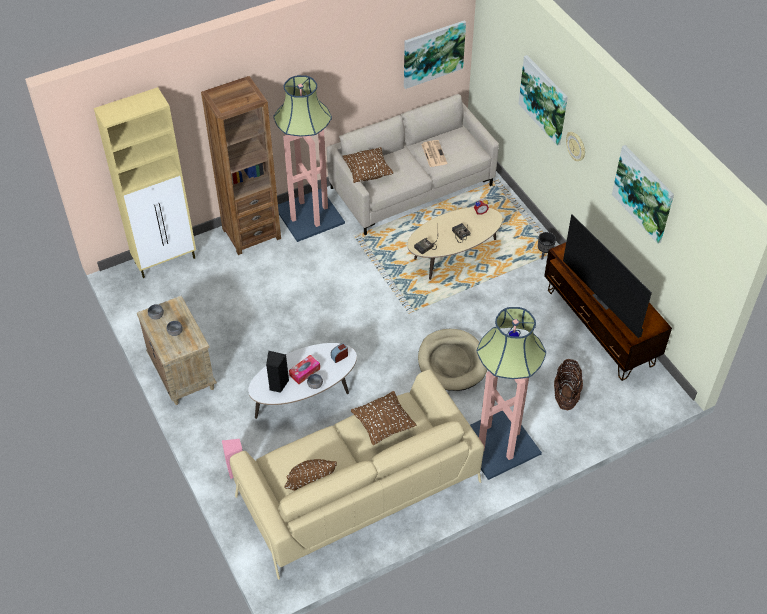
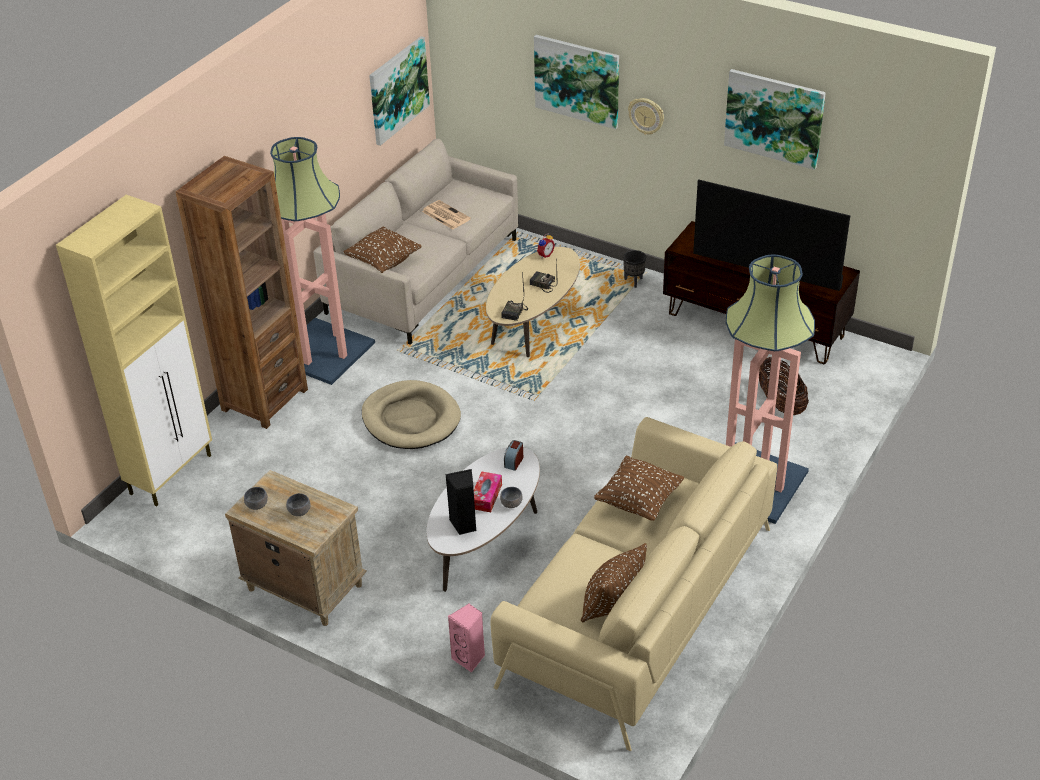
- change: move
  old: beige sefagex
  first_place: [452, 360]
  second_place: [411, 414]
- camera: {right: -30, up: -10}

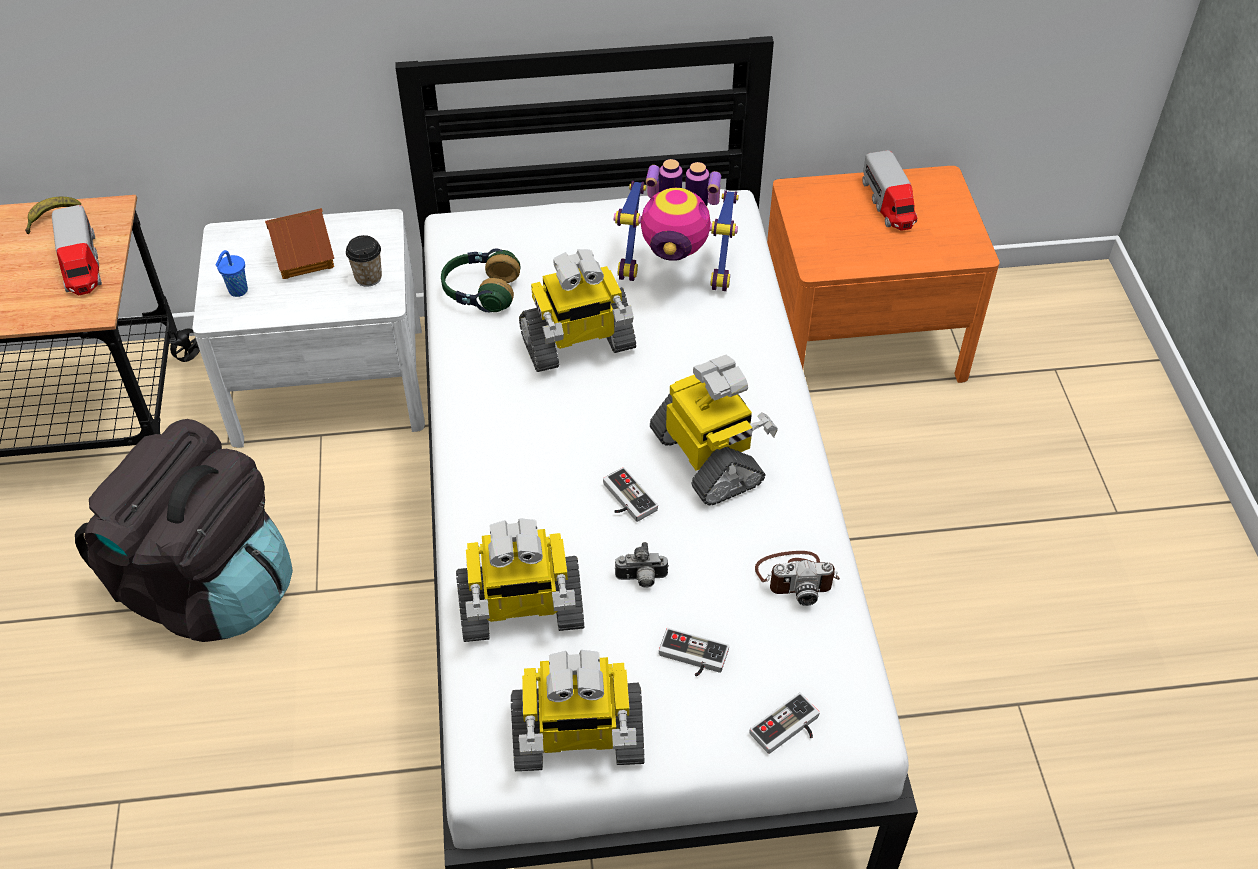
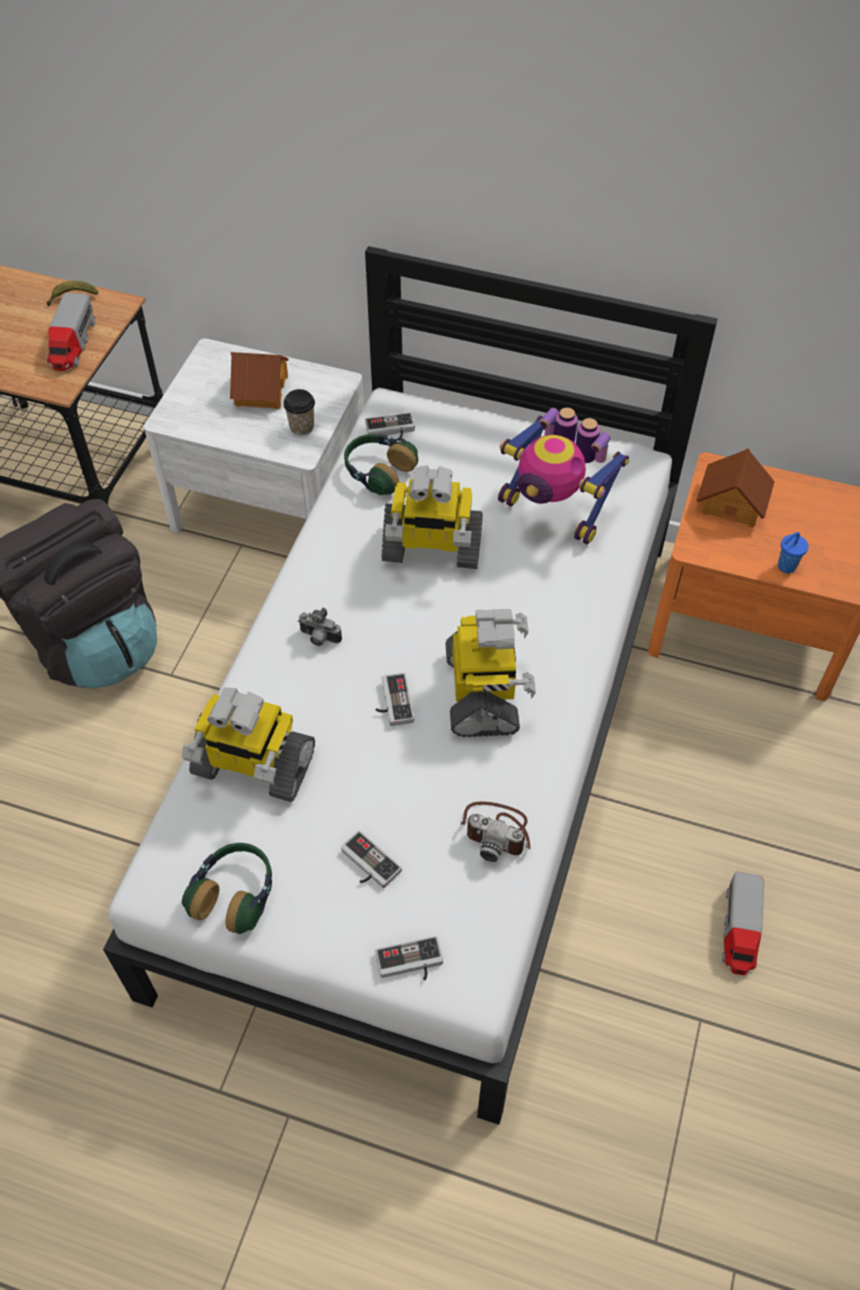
- change: move
  old: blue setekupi
  first_place: [231, 273]
  second_place: [793, 552]
- change: replace
  old: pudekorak
  new: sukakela
  first_place: [578, 710]
  second_place: [227, 888]
- change: move
  old: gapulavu
  first_place: [642, 564]
  second_place: [320, 627]
- change: move
  old: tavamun
  first_place: [890, 190]
  second_place: [743, 923]
- change: insert
  new: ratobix
  second_place: [390, 425]
- change: insert
  new: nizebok
  second_place: [735, 488]
- camera: {right: 25, up: 5}

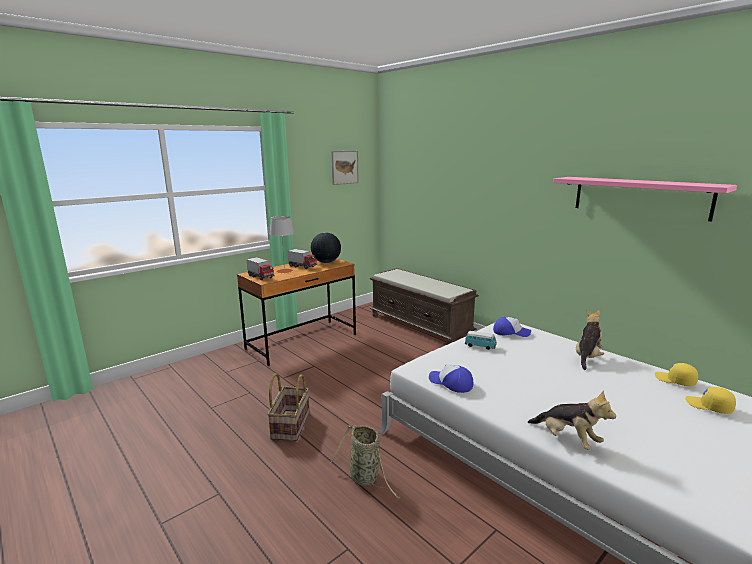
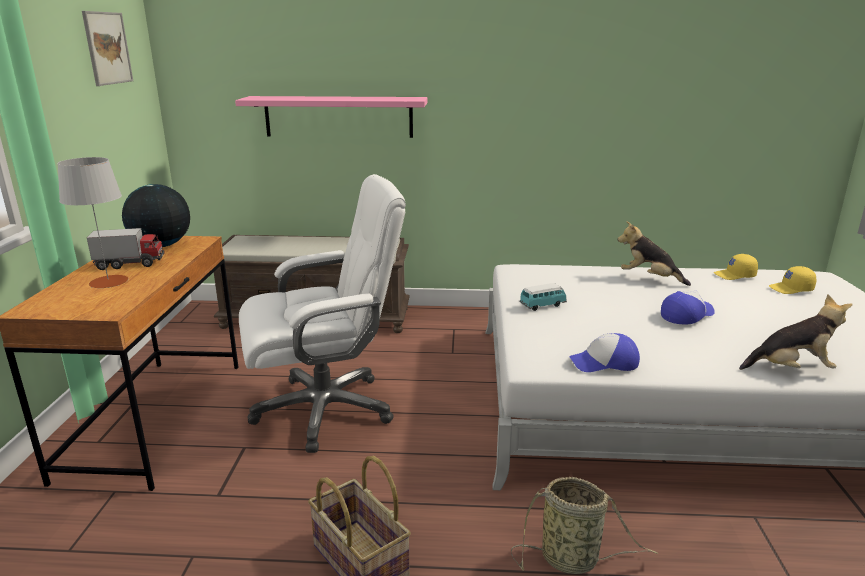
- change: delete
  old: tavamun
  first_place: [260, 268]
- change: move
  old: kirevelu
  first_place: [512, 327]
  second_place: [688, 307]
- change: move
  old: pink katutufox
  first_place: [645, 199]
  second_place: [331, 117]
- change: rotate
  old: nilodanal
  first_place: [590, 340]
  second_place: [654, 254]
  degrees: -45
- change: insert
  new: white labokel
  second_place: [322, 313]
- camera: {right: -45, up: 5}

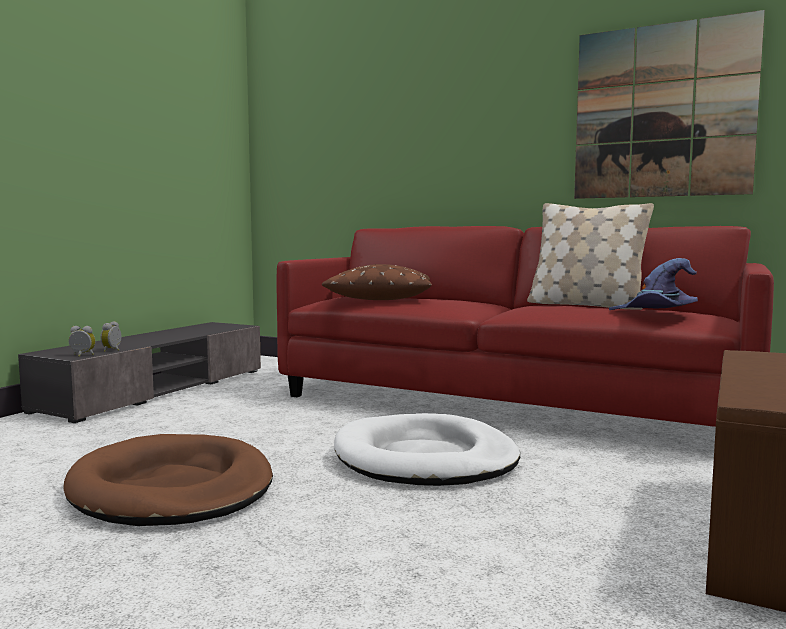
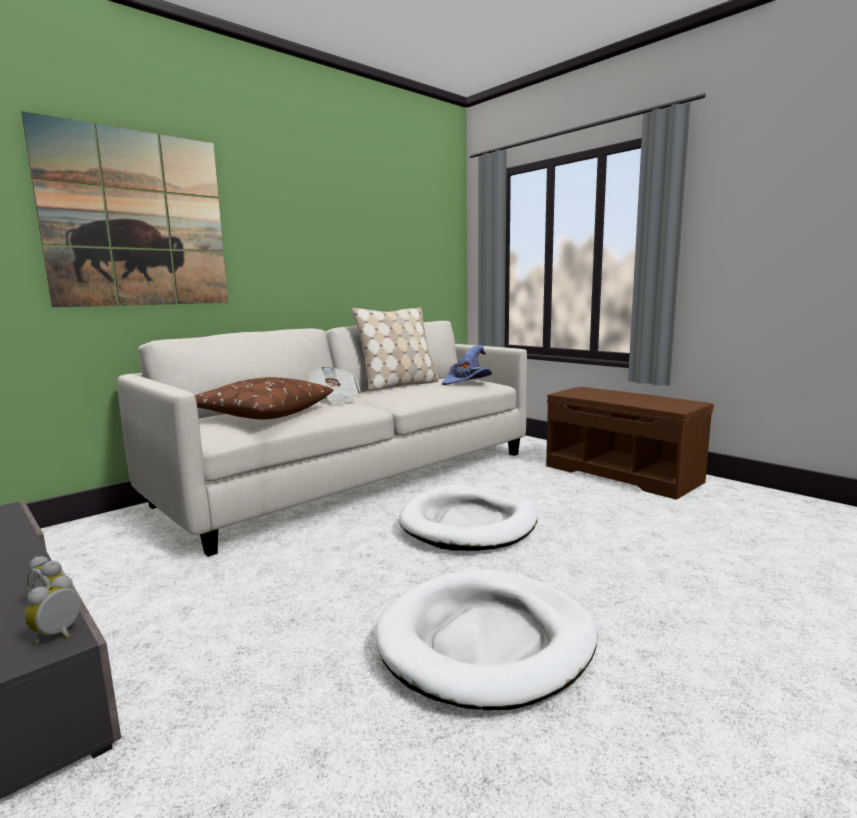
- change: recolor
  old: brown sefagex
  new: white sefagex
  first_place: [168, 480]
  second_place: [486, 639]
- change: recolor
  old: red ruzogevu
  new: white ruzogevu
  first_place: [525, 326]
  second_place: [322, 439]
- change: move
  old: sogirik
  first_place: [669, 104]
  second_place: [124, 209]
- change: insert
  new: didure
  second_place: [335, 385]
- camera: {right: -70, up: 5}

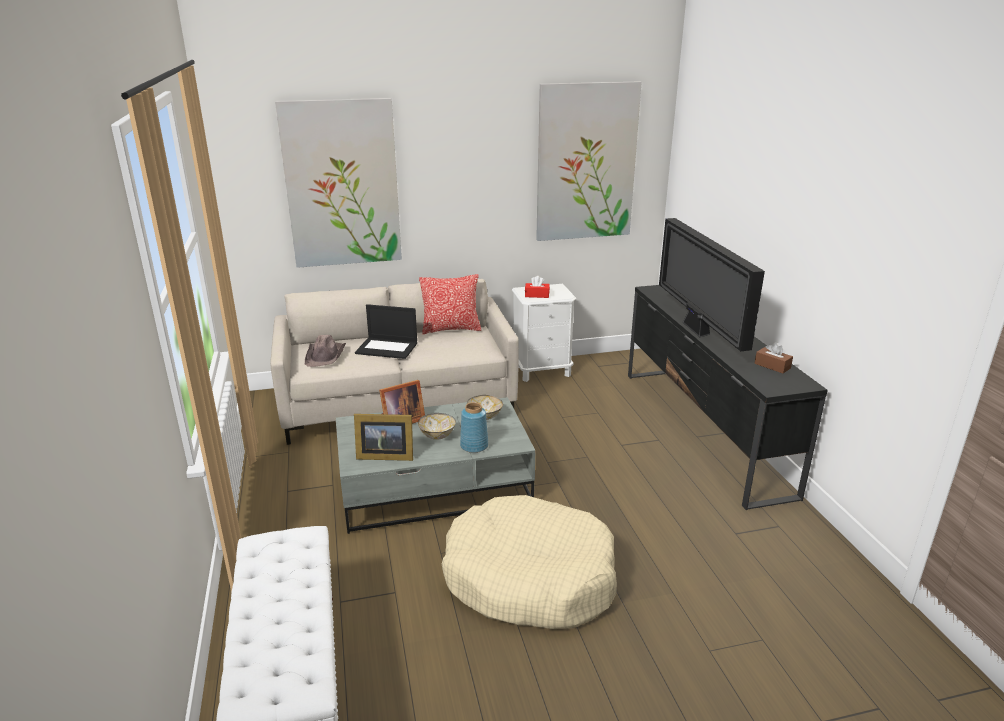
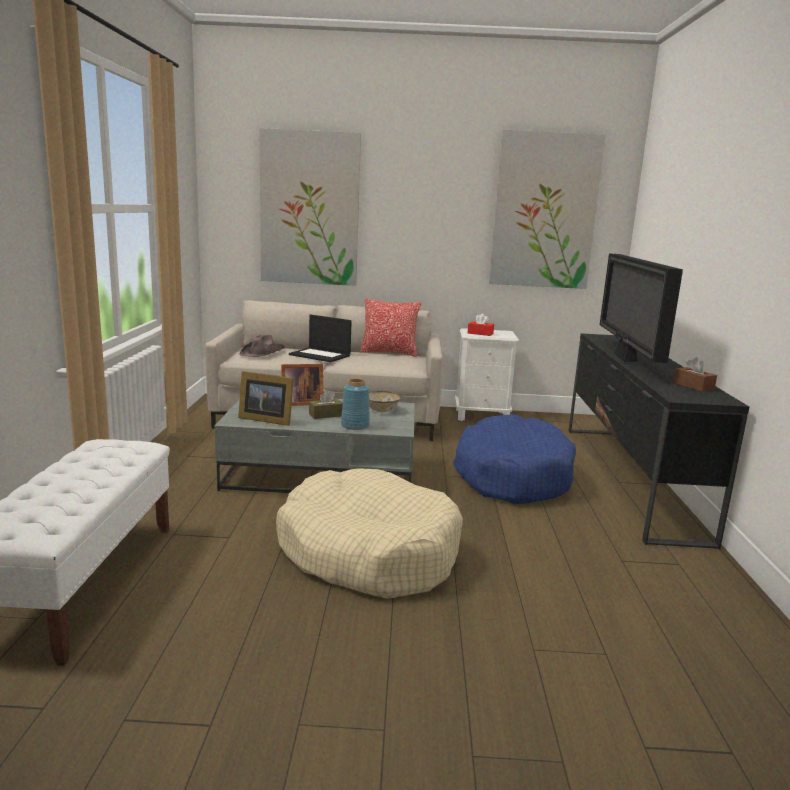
- change: replace
  old: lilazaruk
  new: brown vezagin
  first_place: [437, 426]
  second_place: [326, 404]
- change: insert
  new: blue sefagex
  second_place: [514, 459]
- camera: {right: 15, up: -10}

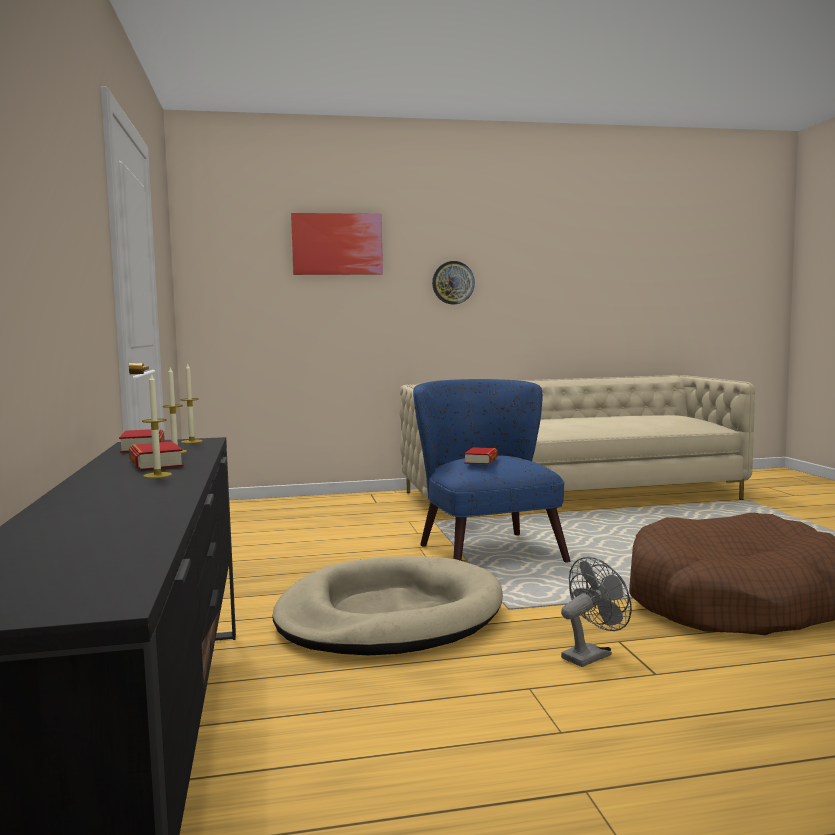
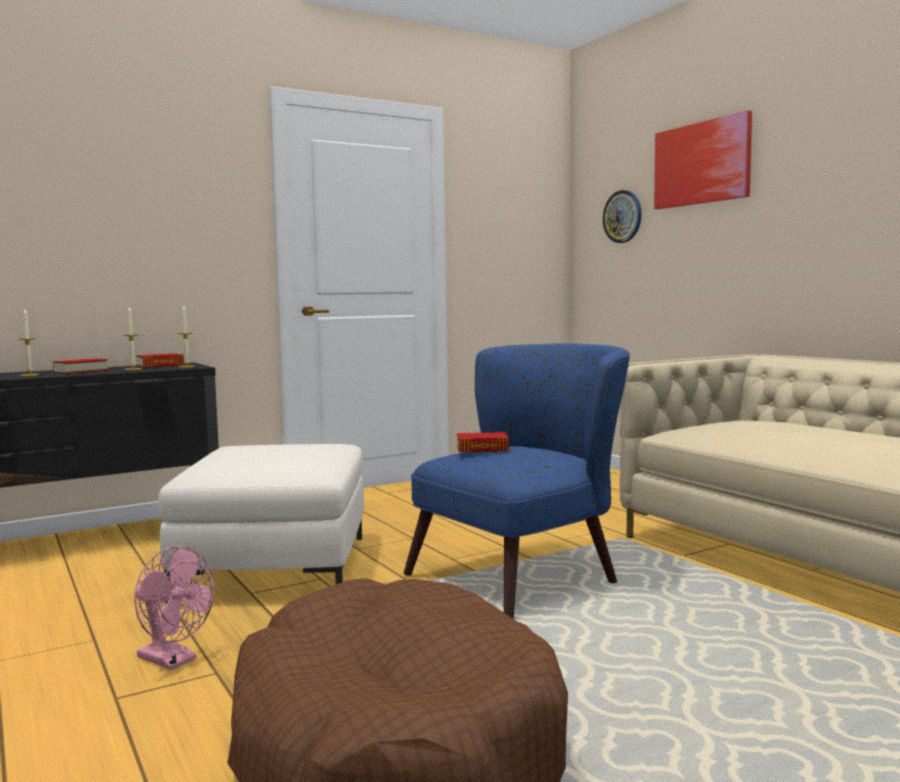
- change: replace
  old: beige sefagex
  new: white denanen
  first_place: [388, 605]
  second_place: [261, 523]
- change: move
  old: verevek
  first_place: [453, 282]
  second_place: [622, 216]
- change: recolor
  old: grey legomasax
  new: pink legomasax
  first_place: [596, 612]
  second_place: [174, 608]
- camera: {right: 70, up: 0}

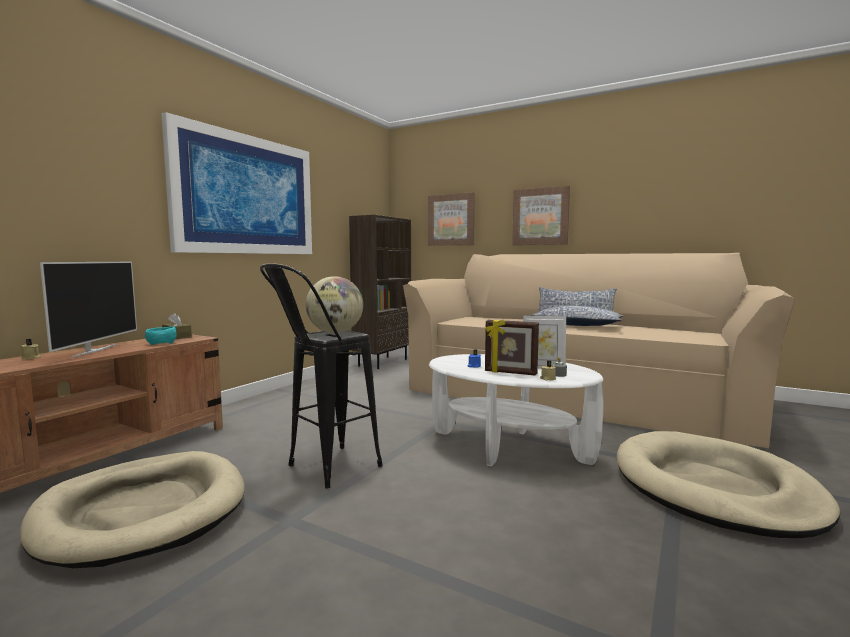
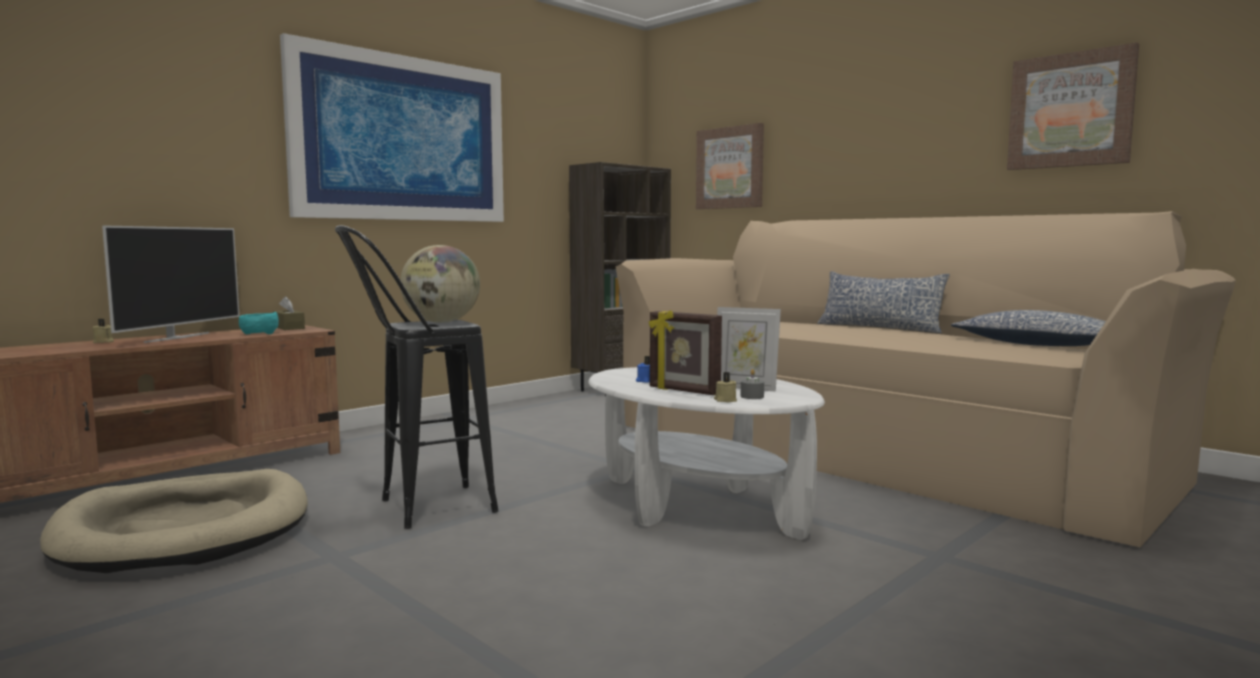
- change: move
  old: sogirik
  first_place: [541, 215]
  second_place: [1073, 106]
- change: move
  old: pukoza
  first_place: [577, 316]
  second_place: [1028, 328]
- change: delete
  old: beige sefagex
  first_place: [728, 484]
- camera: {right: 15, up: 0}

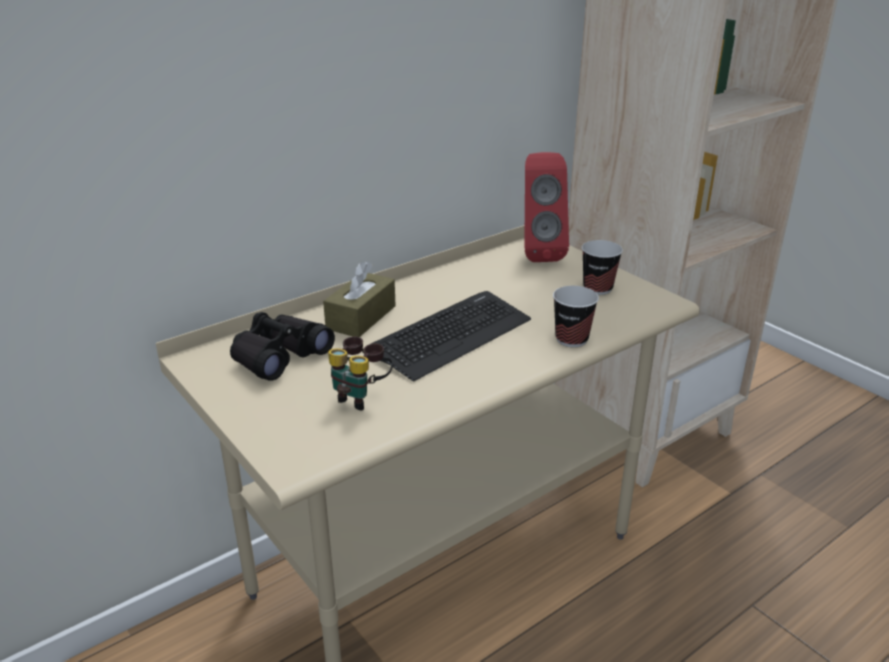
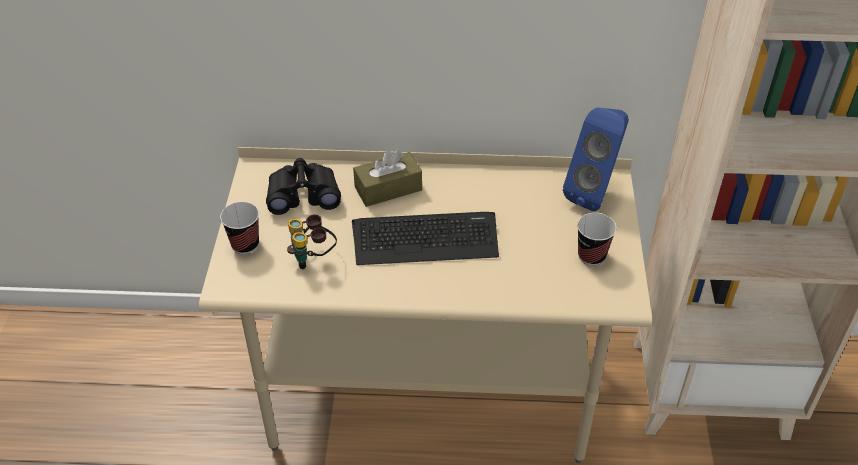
- change: recolor
  old: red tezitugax
  new: blue tezitugax
  first_place: [546, 207]
  second_place: [596, 159]
- change: move
  old: setekupi
  first_place: [576, 316]
  second_place: [239, 228]
- camera: {right: 40, up: 15}

